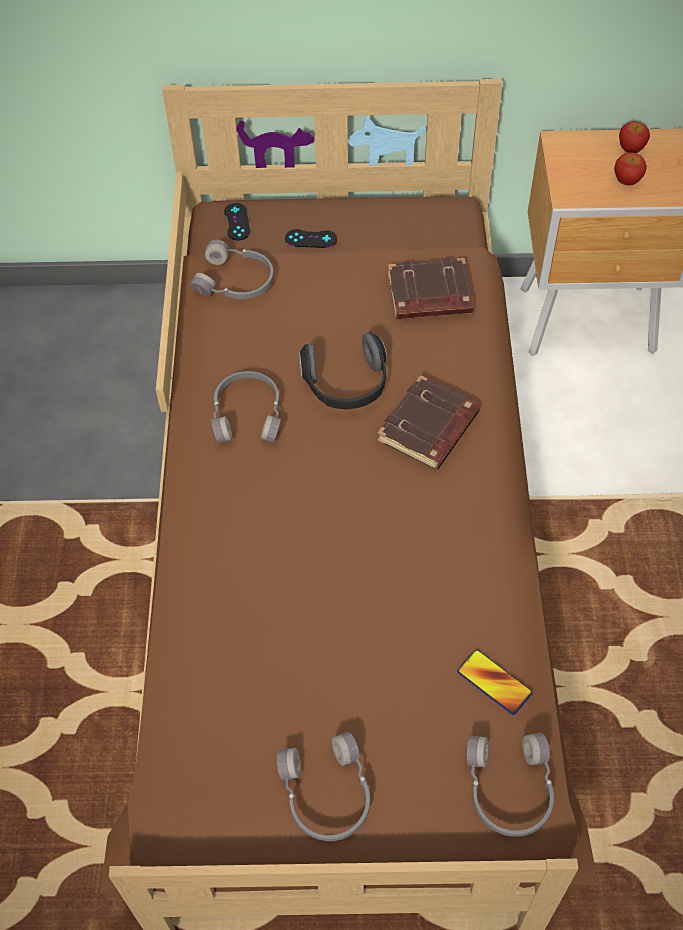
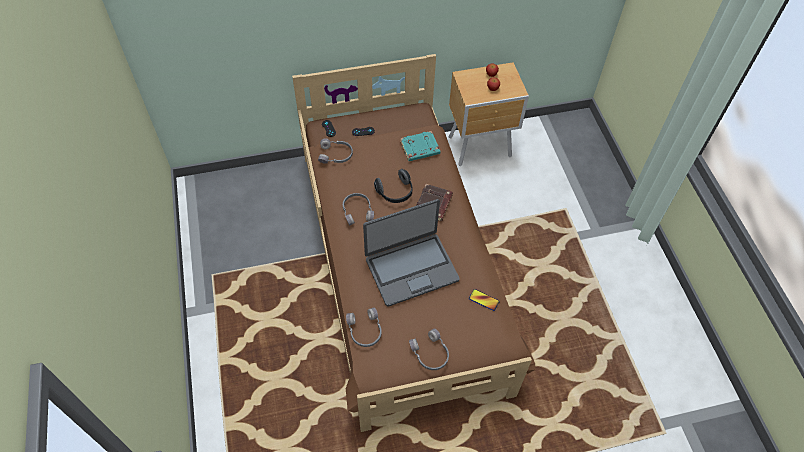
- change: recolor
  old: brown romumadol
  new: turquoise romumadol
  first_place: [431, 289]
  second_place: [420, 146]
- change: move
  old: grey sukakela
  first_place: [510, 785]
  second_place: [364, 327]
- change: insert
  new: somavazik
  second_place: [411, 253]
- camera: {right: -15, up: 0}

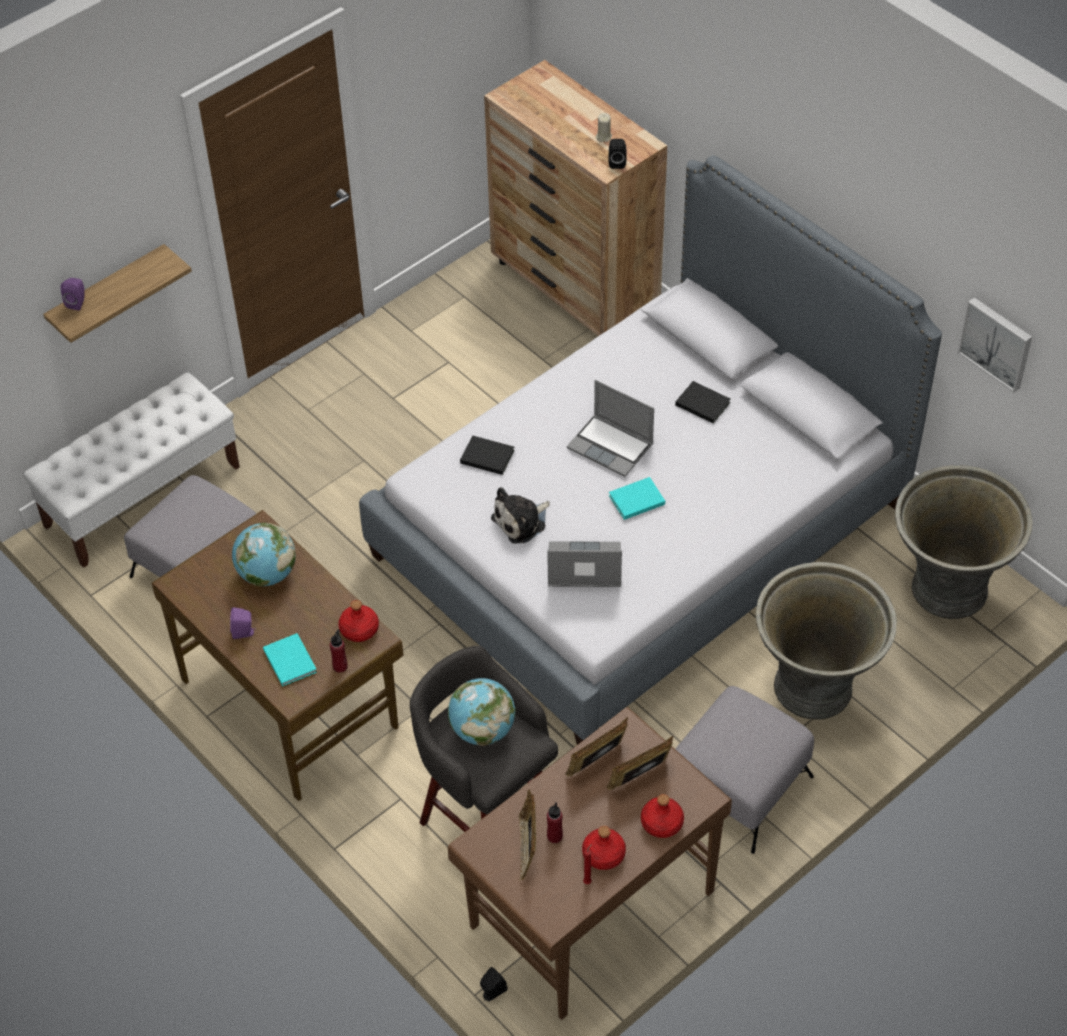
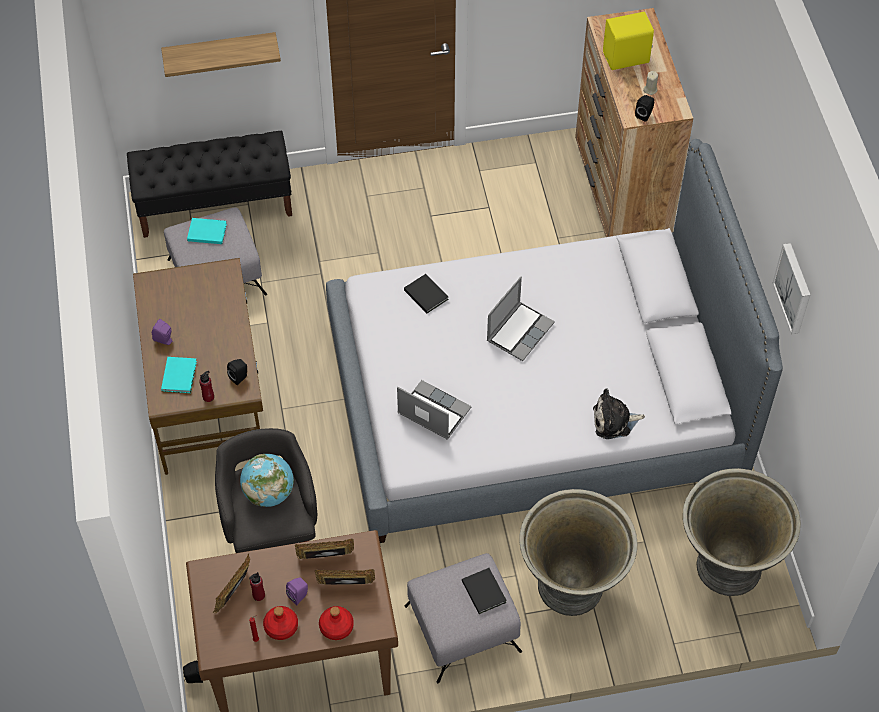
- change: recolor
  old: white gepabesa
  new: black gepabesa
  first_place: [131, 470]
  second_place: [209, 184]
- change: move
  old: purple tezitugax
  first_place: [73, 294]
  second_place: [297, 591]
- change: delete
  old: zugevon
  first_place: [264, 554]
- change: replace
  old: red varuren
  new: black tezitugax
  first_place: [358, 621]
  second_place: [237, 372]
- change: move
  old: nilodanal
  first_place: [520, 515]
  second_place: [619, 414]
- change: rotate
  old: somavazik
  first_place: [610, 428]
  second_place: [521, 319]
  degrees: -120
- change: move
  old: turquoise romumadol
  first_place: [637, 498]
  second_place: [207, 231]
- change: move
  old: black romumadol
  first_place: [702, 402]
  second_place: [484, 591]
- change: move
  old: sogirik
  first_place: [995, 344]
  second_place: [791, 288]
- change: insert
  new: yellow tezitugax
  second_place: [628, 41]
- camera: {right: 30, up: 5}

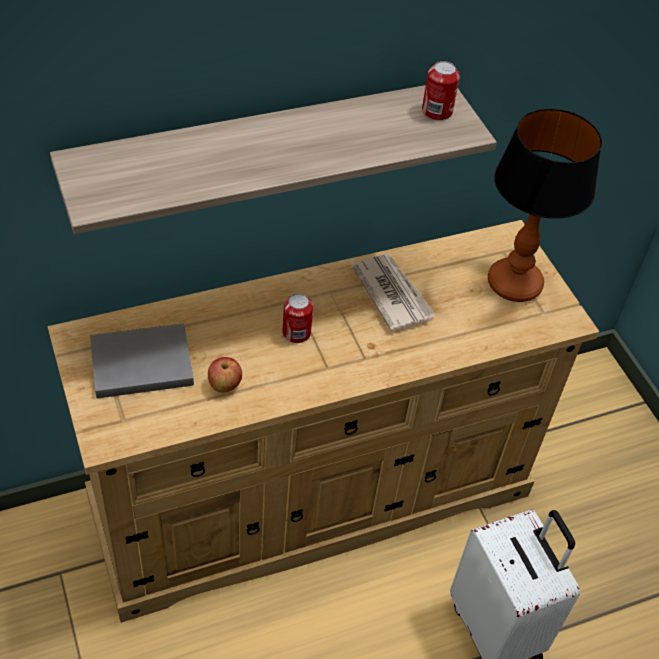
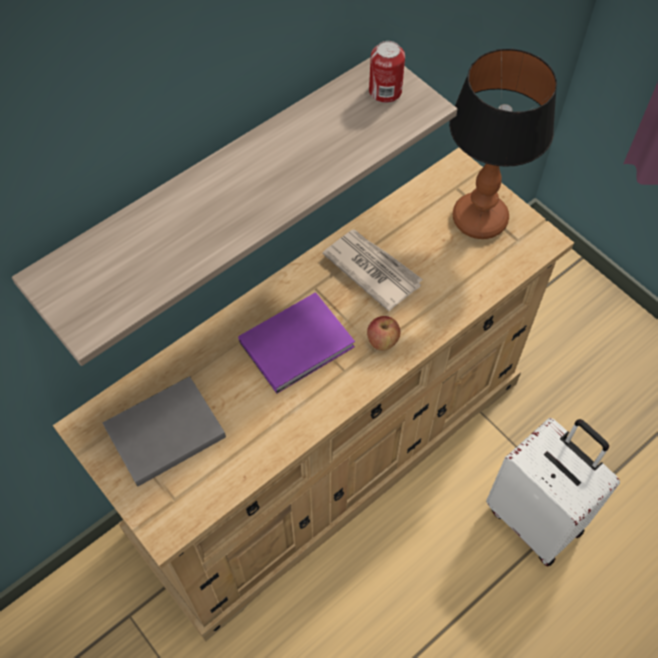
- change: move
  old: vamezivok
  first_place: [225, 375]
  second_place: [383, 333]
- change: replace
  old: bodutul
  new: purple romumadol
  first_place: [297, 318]
  second_place: [296, 343]
- camera: {right: -15, up: 10}

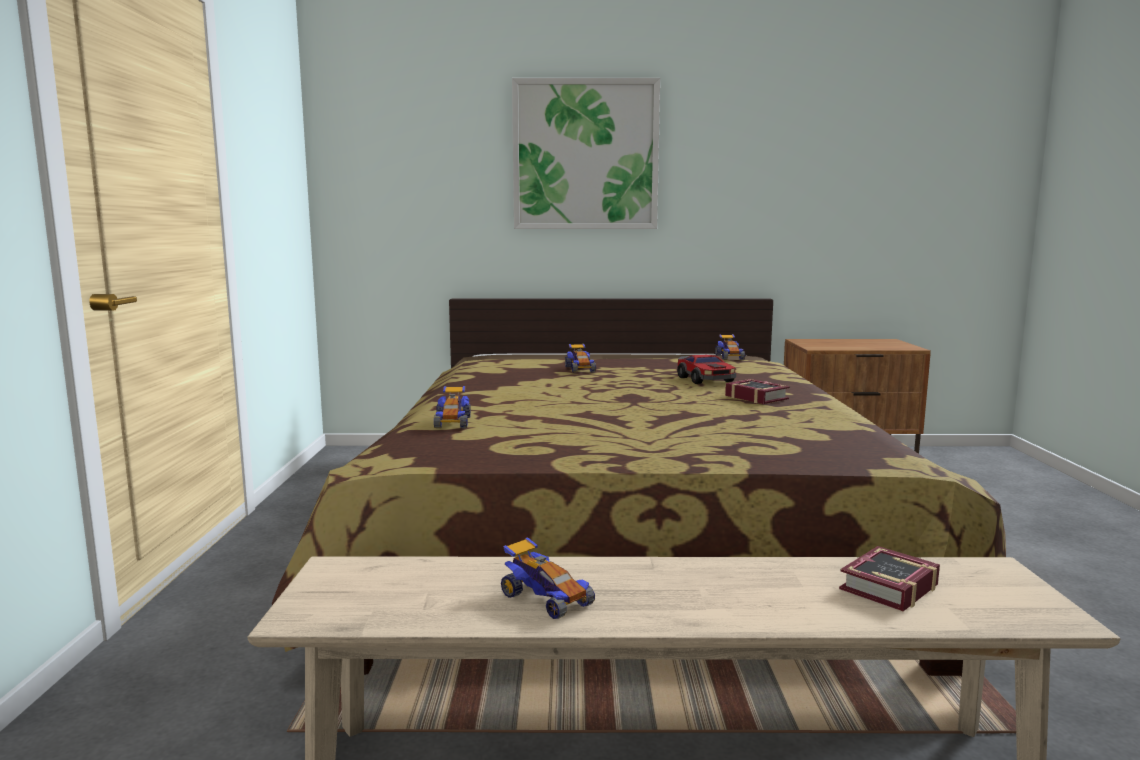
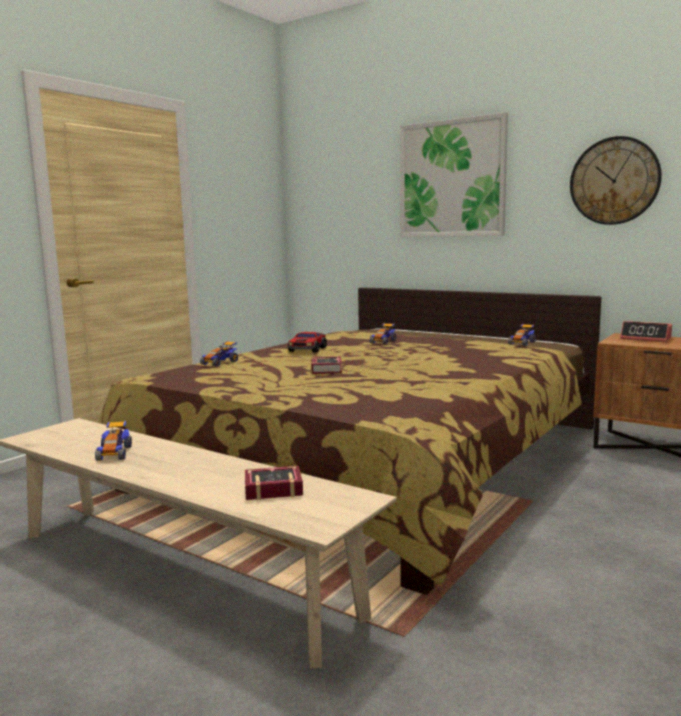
- change: move
  old: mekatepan
  first_place: [706, 369]
  second_place: [307, 342]
- change: move
  old: romumadol
  first_place: [757, 391]
  second_place: [326, 365]
- change: insert
  new: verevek
  second_place: [616, 180]
- change: insert
  new: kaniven
  second_place: [646, 331]
- camera: {right: 35, up: 0}

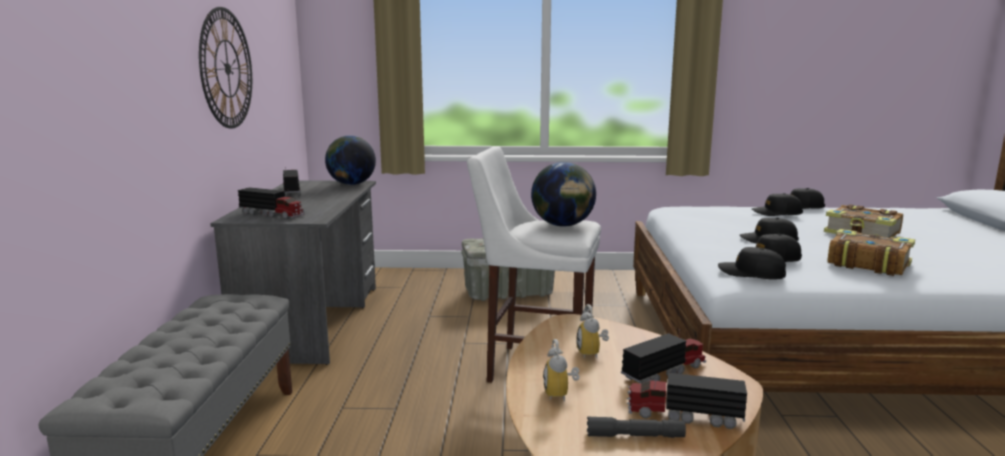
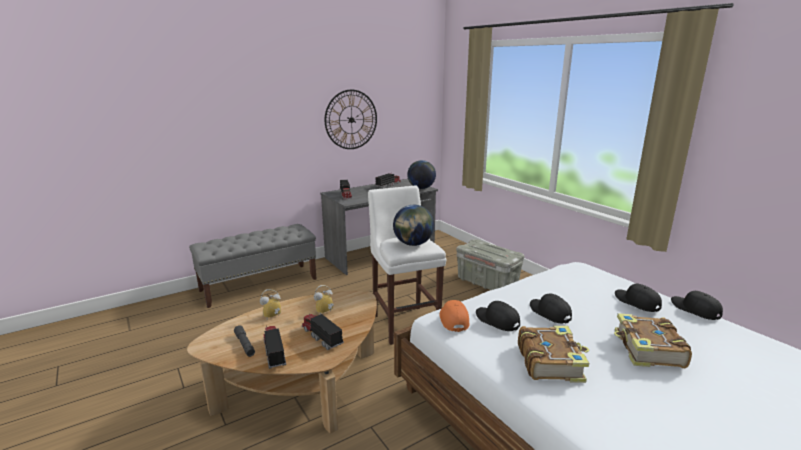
- change: rotate
  old: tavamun
  first_place: [663, 356]
  second_place: [323, 331]
  degrees: -150
- change: recolor
  old: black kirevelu
  new: orange kirevelu
  first_place: [752, 263]
  second_place: [454, 316]
- camera: {right: 55, up: 5}

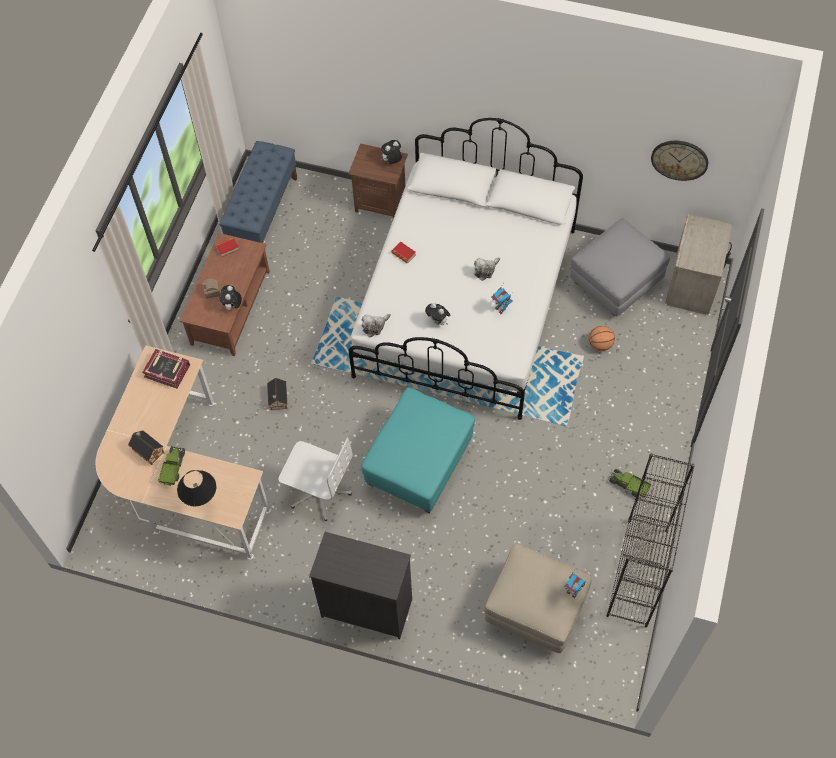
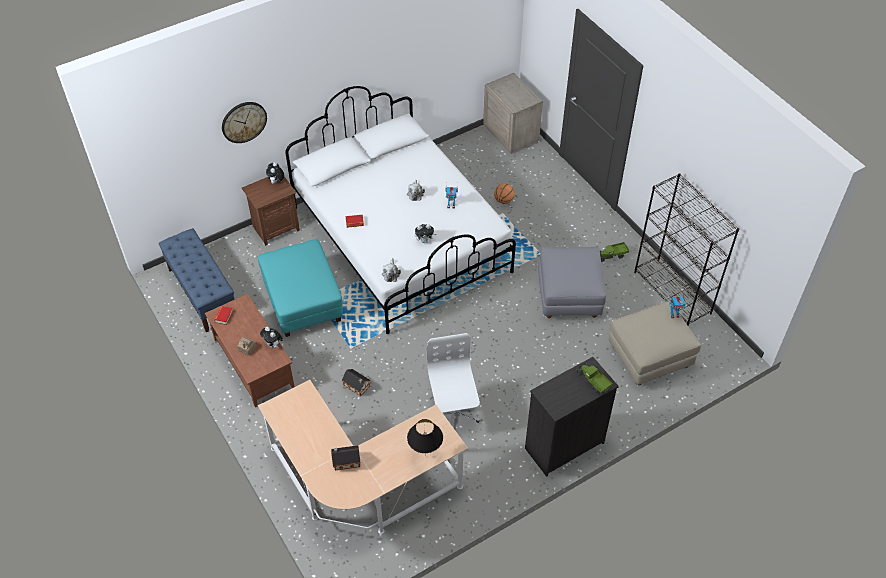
- change: delete
  old: romumadol
  first_place: [166, 369]
- change: move
  old: tavamun
  first_place: [171, 466]
  second_place: [594, 377]
- change: rotate
  old: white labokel
  first_place: [315, 479]
  second_place: [453, 379]
  degrees: -75
- change: move
  old: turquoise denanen
  first_place: [418, 450]
  second_place: [300, 288]
- change: move
  old: grey denanen
  first_place: [620, 267]
  second_place: [572, 282]
- change: move
  old: verevek
  first_place: [679, 161]
  second_place: [244, 122]
- camera: {right: -50, up: -10}

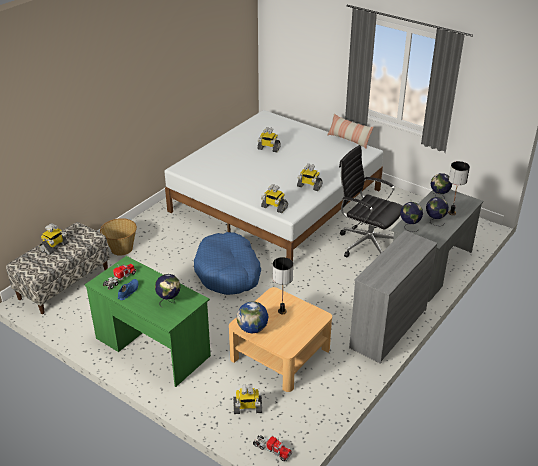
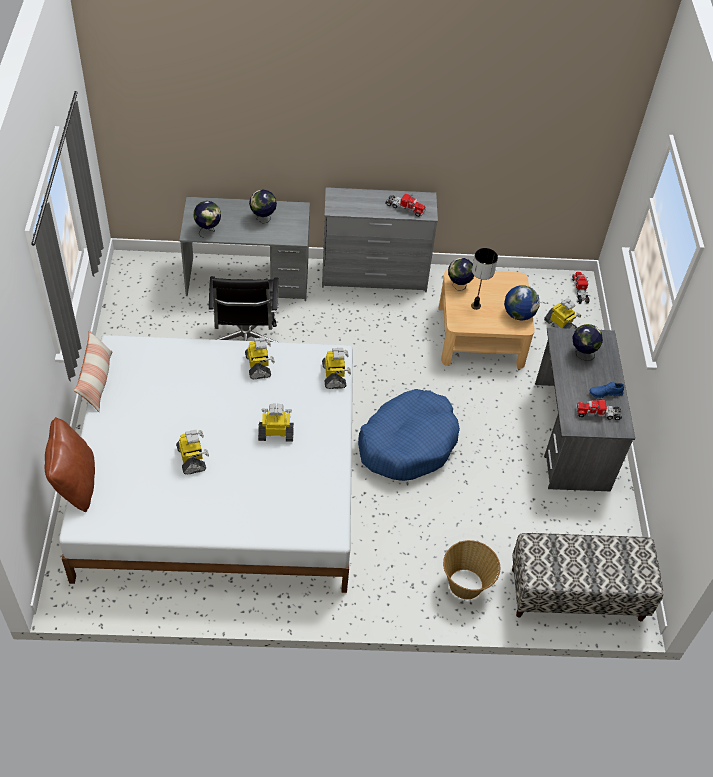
- change: move
  old: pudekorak
  first_place: [53, 239]
  second_place: [276, 422]
- change: recolor
  old: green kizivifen
  new: grey kizivifen
  first_place: [148, 321]
  second_place: [585, 410]
- change: move
  old: zugevon
  first_place: [411, 217]
  second_place: [461, 274]
- change: delete
  old: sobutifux
  first_place: [459, 188]
- change: insert
  new: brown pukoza
  second_place: [70, 464]
- change: insert
  new: tavamun
  second_place: [405, 205]
- camera: {right: -130, up: 15}

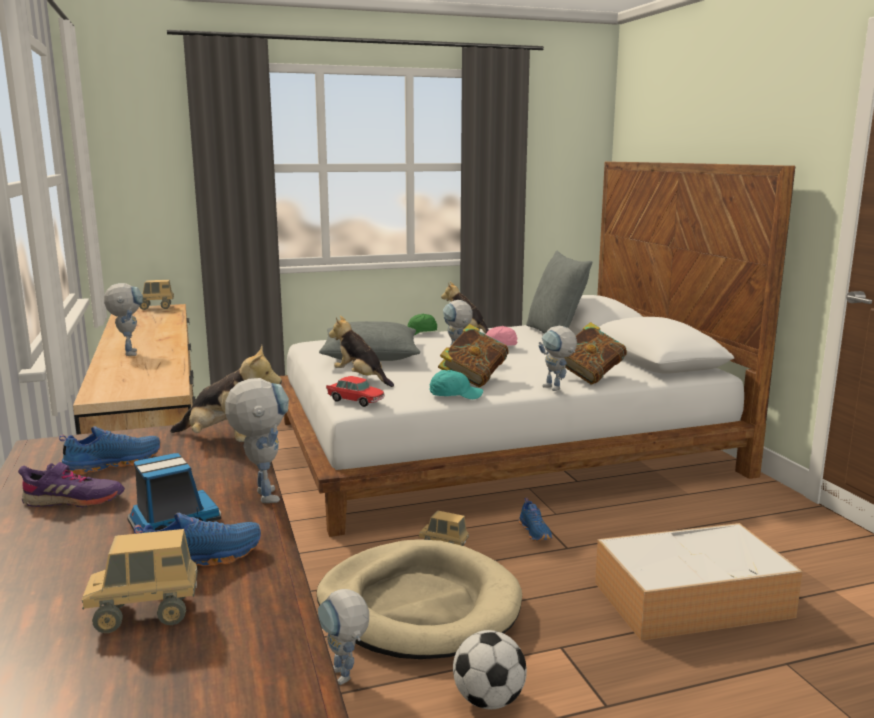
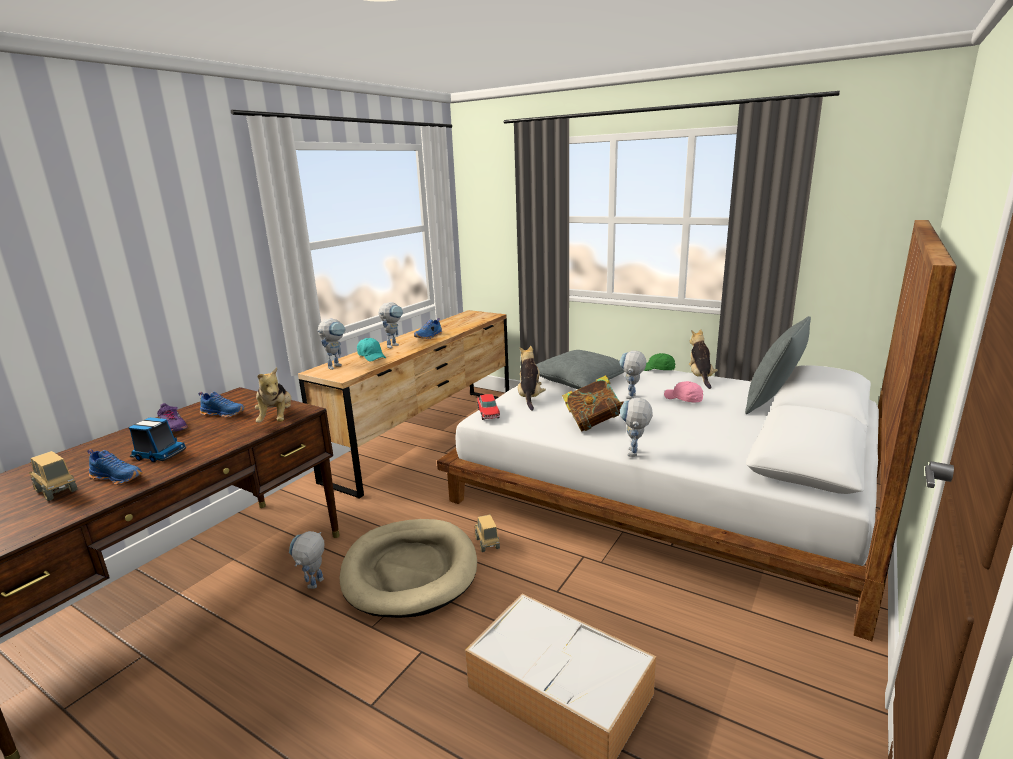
- change: delete
  old: tavamun
  first_place: [157, 295]
- change: move
  old: pudekorak
  first_place: [257, 440]
  second_place: [332, 344]
- change: move
  old: turquoise kirevelu
  first_place: [456, 384]
  second_place: [371, 350]
- change: delete
  old: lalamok
  first_place: [490, 670]
- change: move
  old: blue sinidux
  first_place: [535, 519]
  second_place: [428, 328]
- change: delete
  old: romumadol
  first_place: [595, 353]
- camera: {right: 50, up: 5}

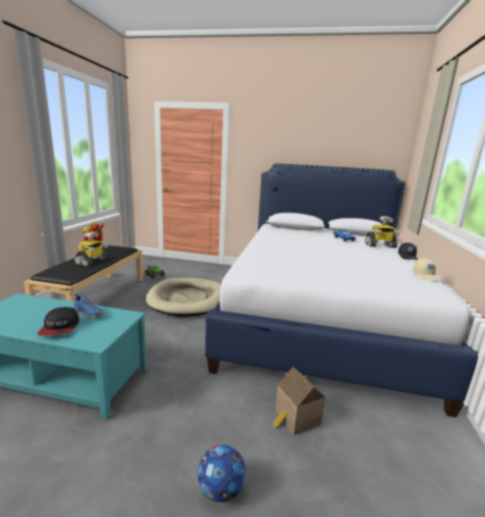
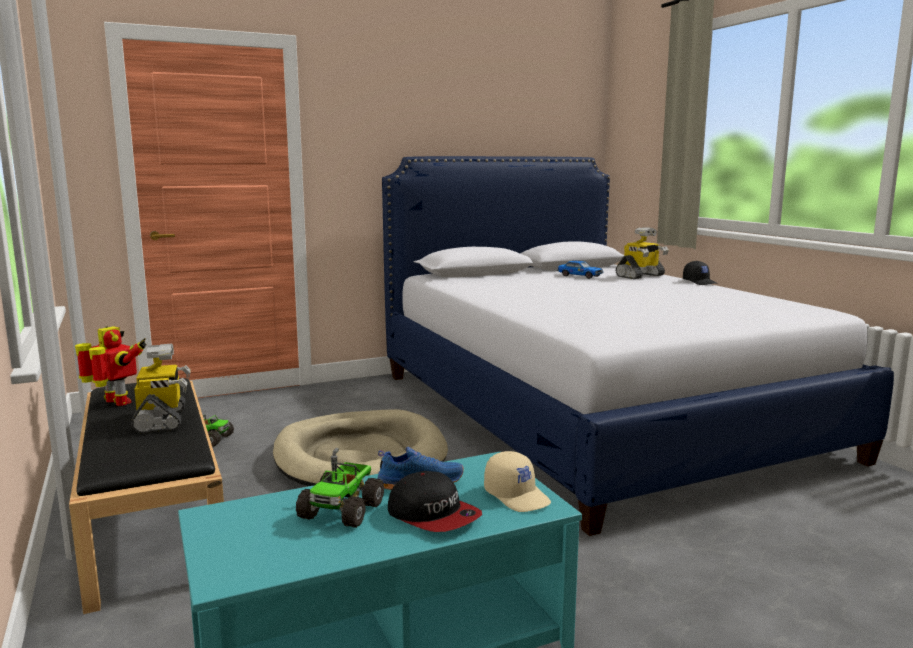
- change: delete
  old: lalamok
  first_place: [222, 473]
- change: delete
  old: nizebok
  first_place: [298, 401]
- change: move
  old: beige kirevelu
  first_place: [426, 269]
  second_place: [517, 481]
- change: insert
  new: tavamun
  second_place: [340, 488]
- camera: {right: -35, up: -5}

